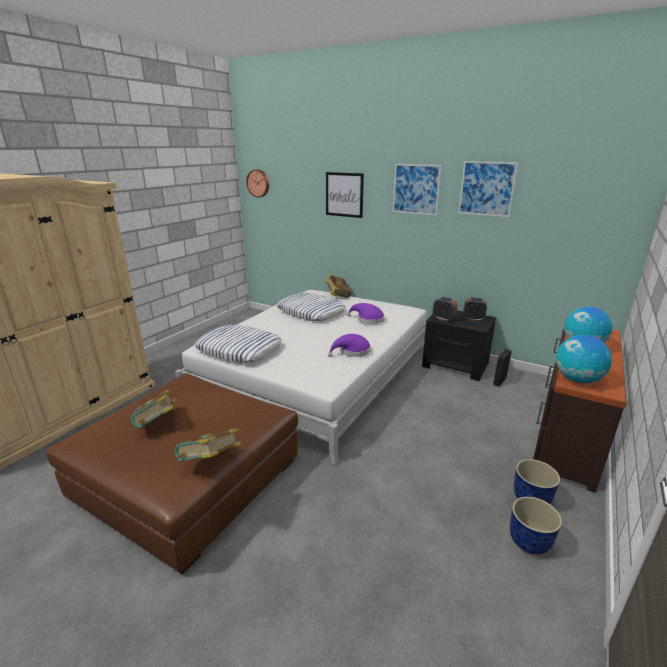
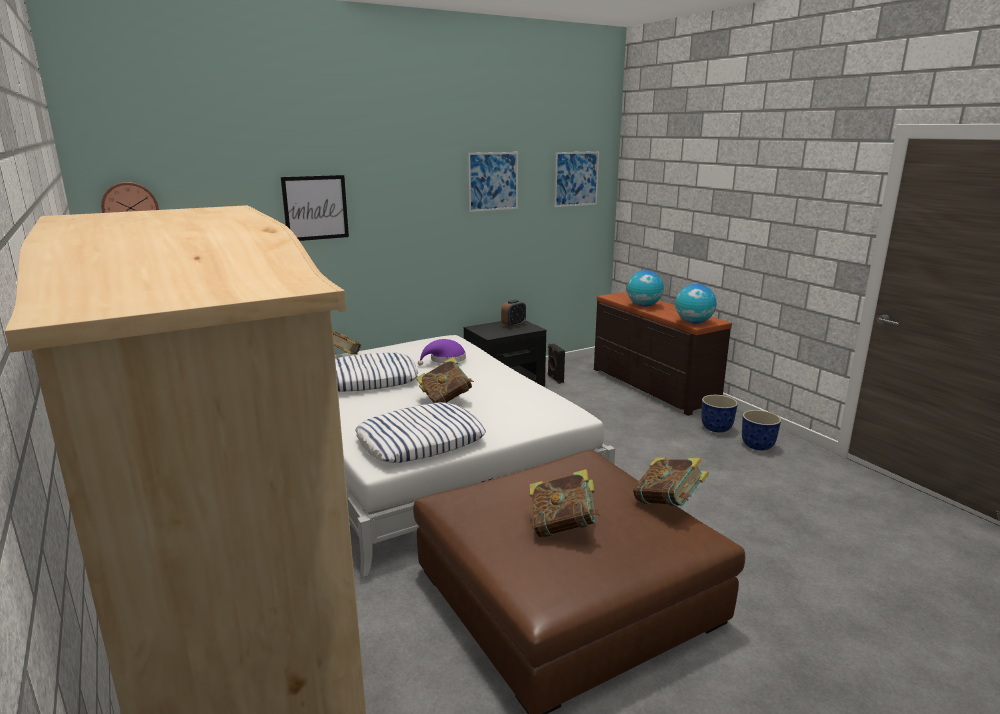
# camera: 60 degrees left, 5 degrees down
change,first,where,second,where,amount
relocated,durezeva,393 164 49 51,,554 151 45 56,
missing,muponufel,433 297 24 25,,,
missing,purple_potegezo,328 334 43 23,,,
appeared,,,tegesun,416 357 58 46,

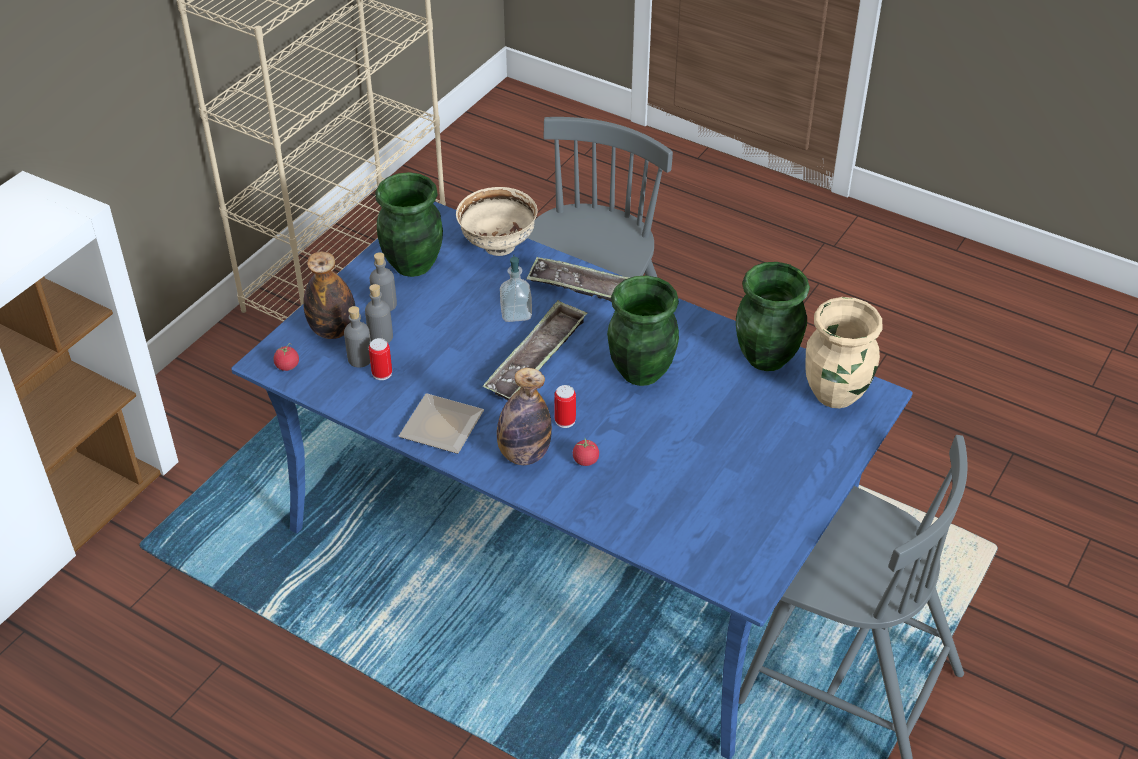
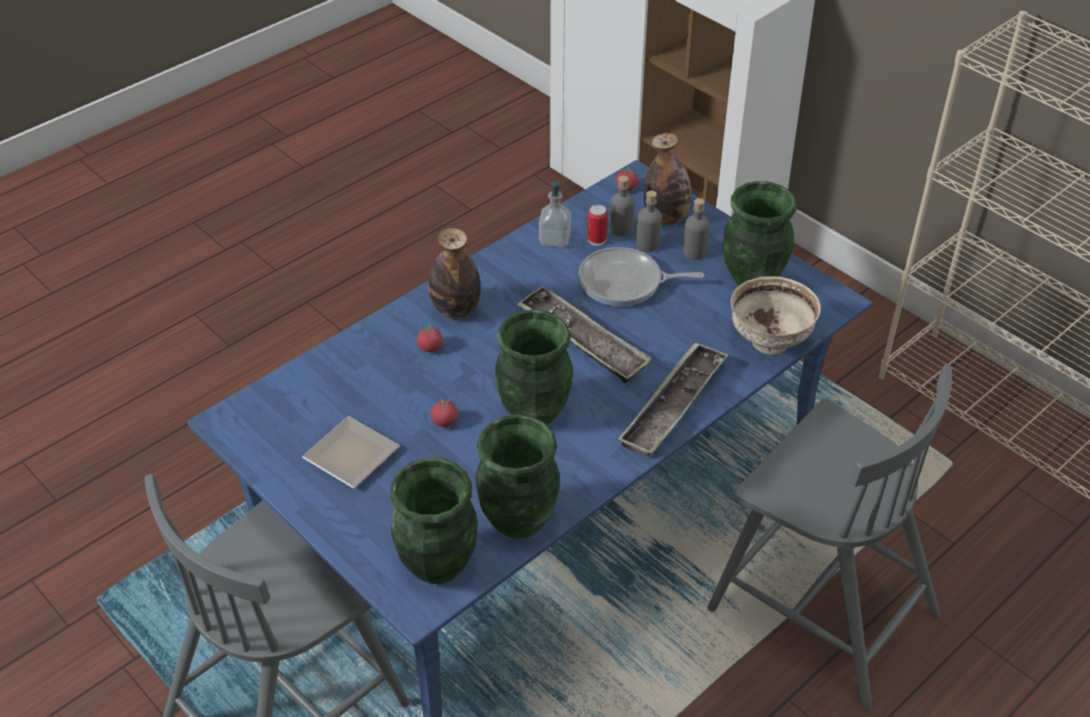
# camera: 105 degrees right, 0 degrees up
change,first,where,second,where,amount
relocated,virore,500 255 32 67,,539 181 32 66,
colour,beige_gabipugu,805 297 78 112,green_gabipugu,390 458 87 126,
missing,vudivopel,554 385 22 43,,,
relocated,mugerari,399 393 85 61,,302 416 98 72,
appeared,,,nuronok,579 247 125 59,
appeared,,,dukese,431 397 27 30,

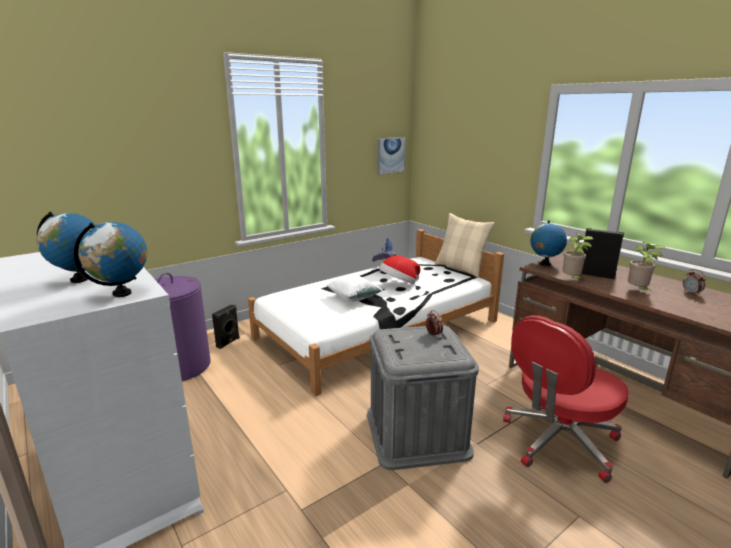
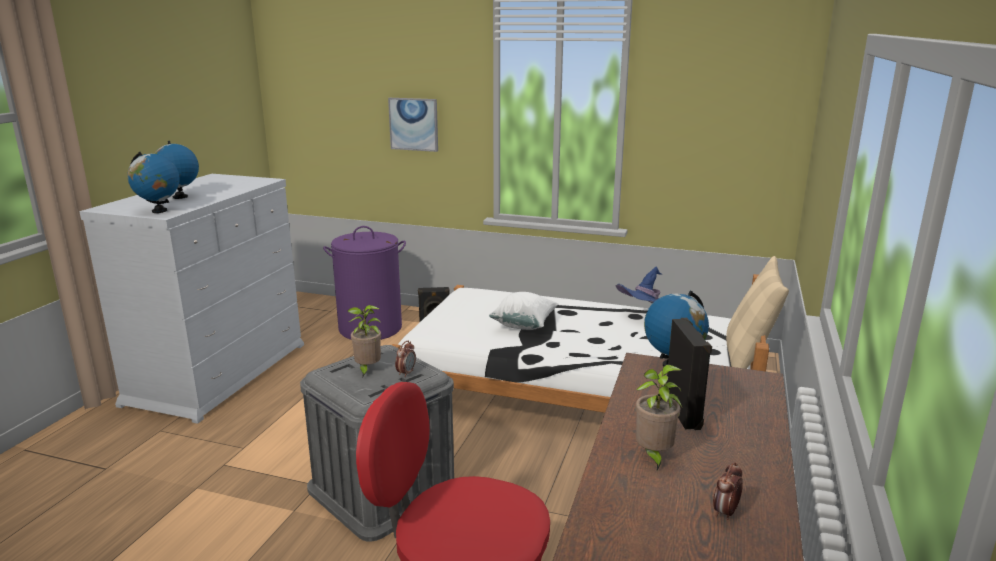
# camera: 55 degrees right, 0 degrees up
change,first,where,second,where,amount
relocated,durezeva,377 137 29 38,,388 98 50 54,
relocated,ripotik,563 234 30 47,,348 305 33 73,
missing,potegezo,379 256 41 28,,,

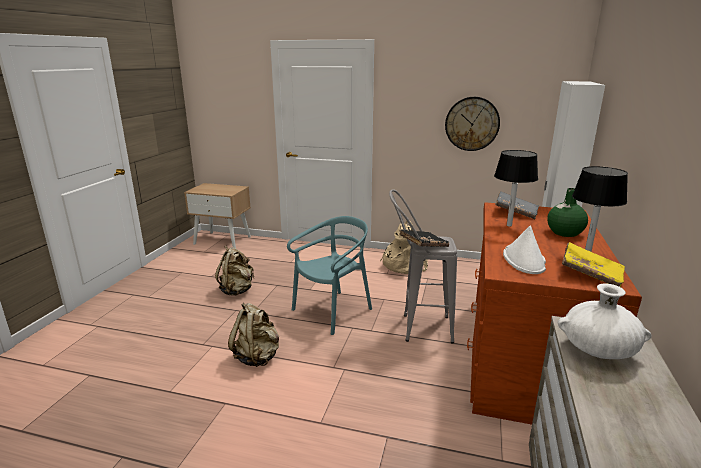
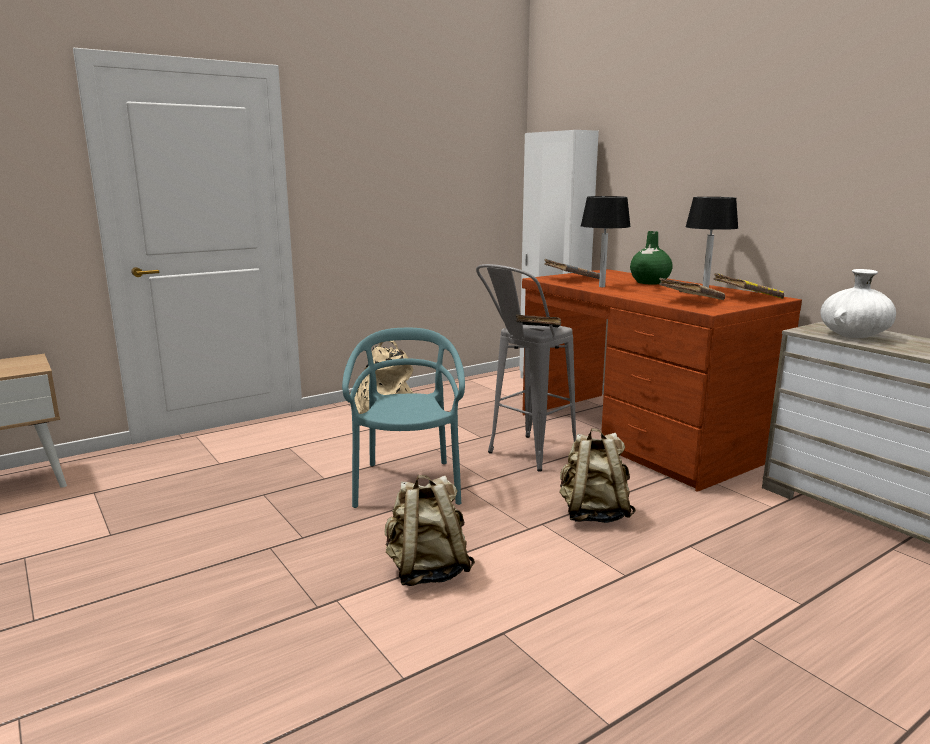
# camera: 50 degrees left, 5 degrees down
change,first,where,second,where,amount
missing,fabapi,445 97 55 54,,,
exchanged,white_potegezo,503 225 43 49,beige_tegesun,659 278 66 22,
relocated,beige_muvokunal,215 246 39 50,,559 428 77 95,

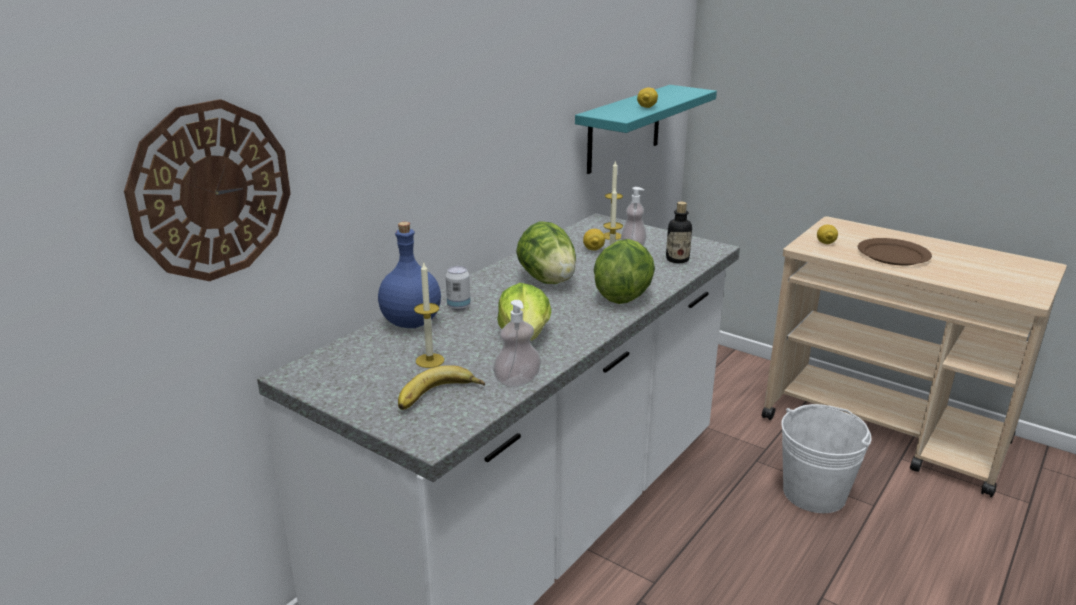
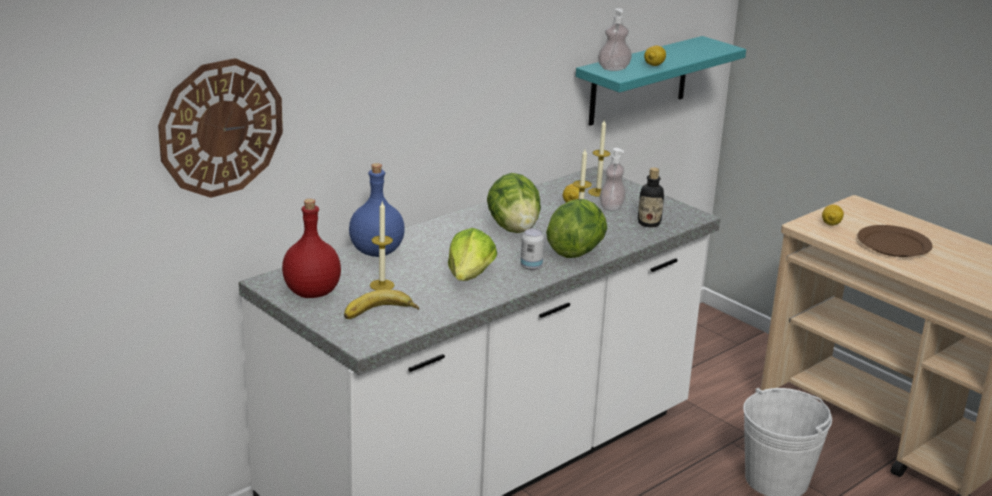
# camera: 10 degrees right, 0 degrees up
change,first,where,second,where,amount
relocated,vudivopel,446 266 25 44,,521 228 23 42,
relocated,virore,493 300 48 87,,598 8 34 63,
appeared,,,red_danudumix,282 199 59 99,

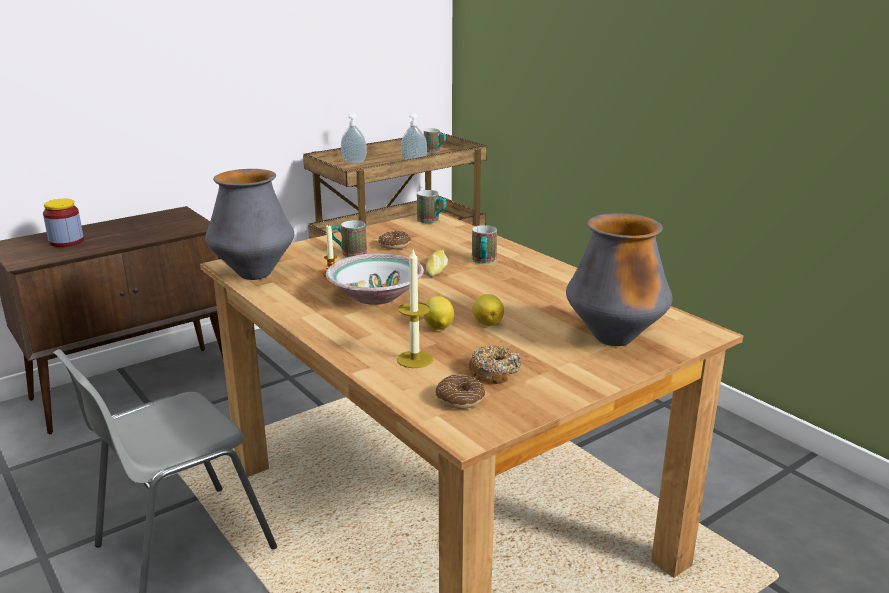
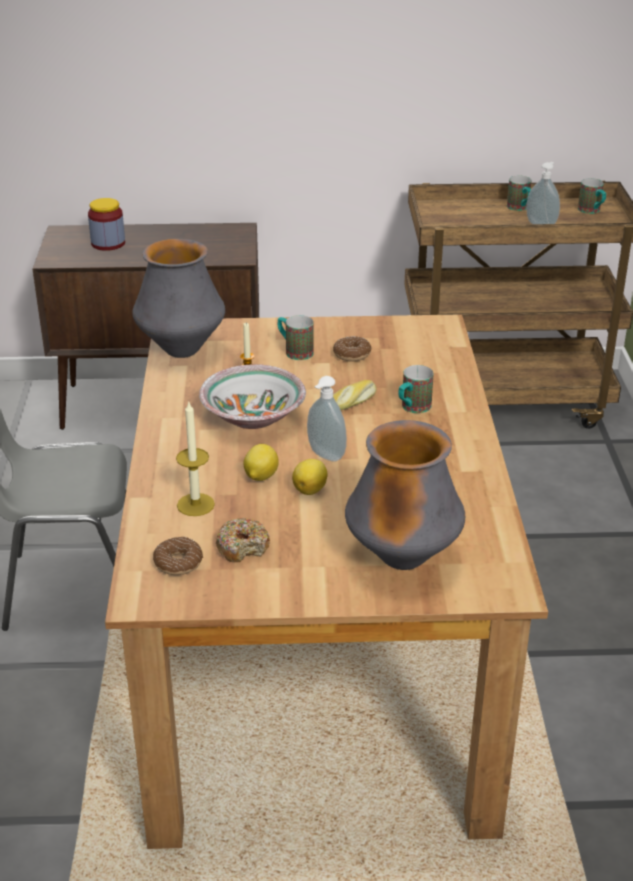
# camera: 35 degrees right, 10 degrees up
change,first,where,second,where,amount
relocated,virore,341 113 26 50,,307 376 40 86,
relocated,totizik,417 190 29 33,,507 176 24 35,

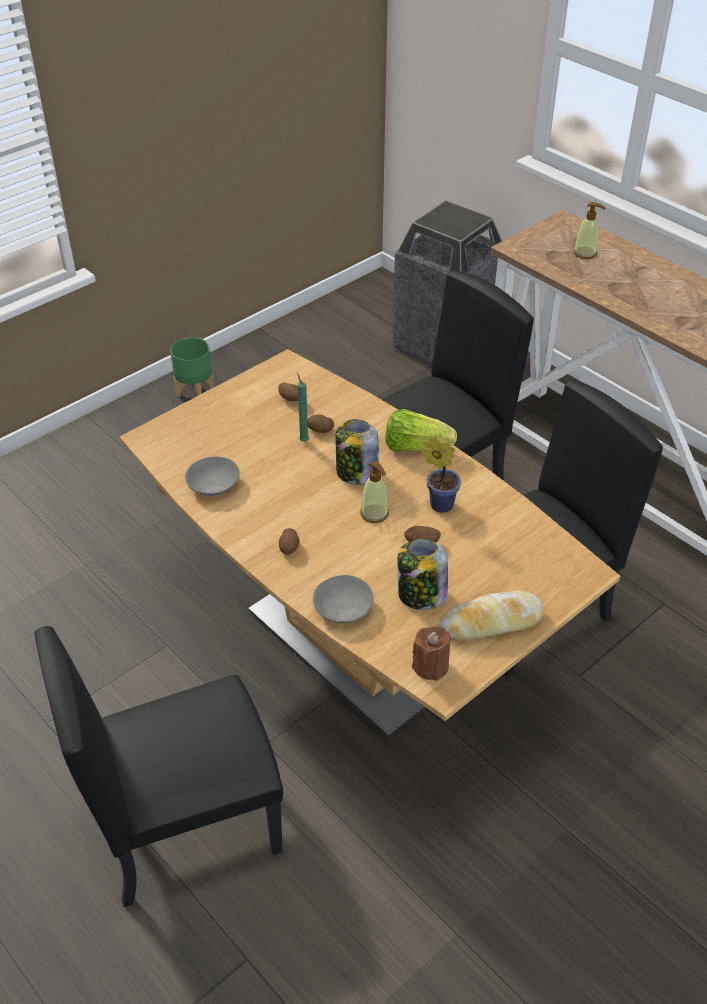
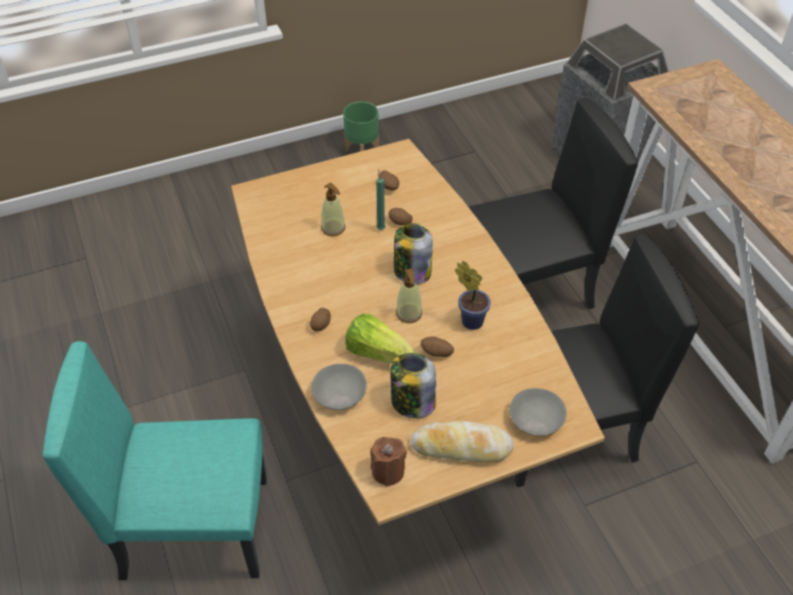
# camera: 20 degrees right, 5 degrees up
change,first,where,second,where,amount
relocated,virore,573 202 32 57,,321 183 25 53,
relocated,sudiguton,386 409 71 43,,345 314 71 49,
relocated,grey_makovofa,185 457 55 39,,510 388 57 48,
colour,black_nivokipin,34 626 249 281,turquoise_nivokipin,43 341 224 239,

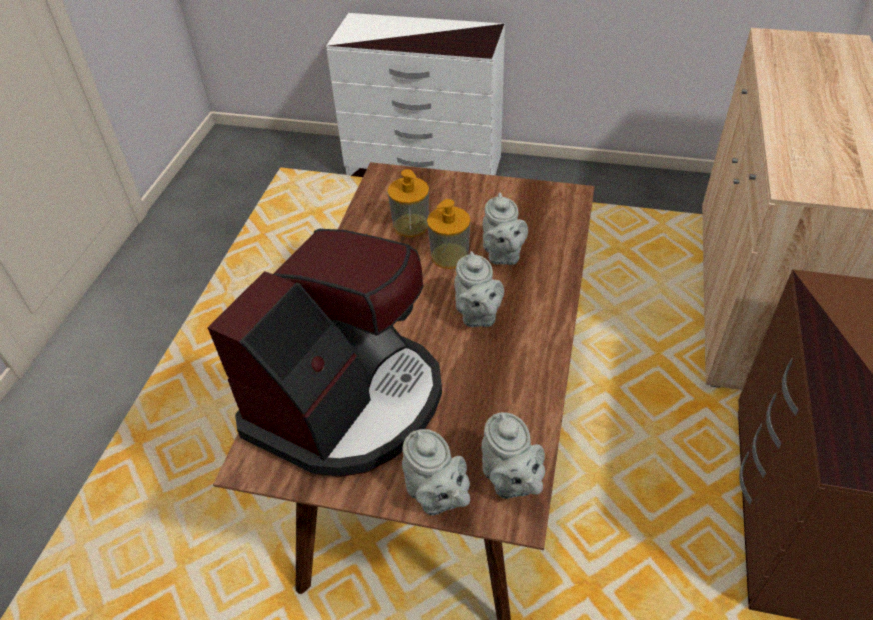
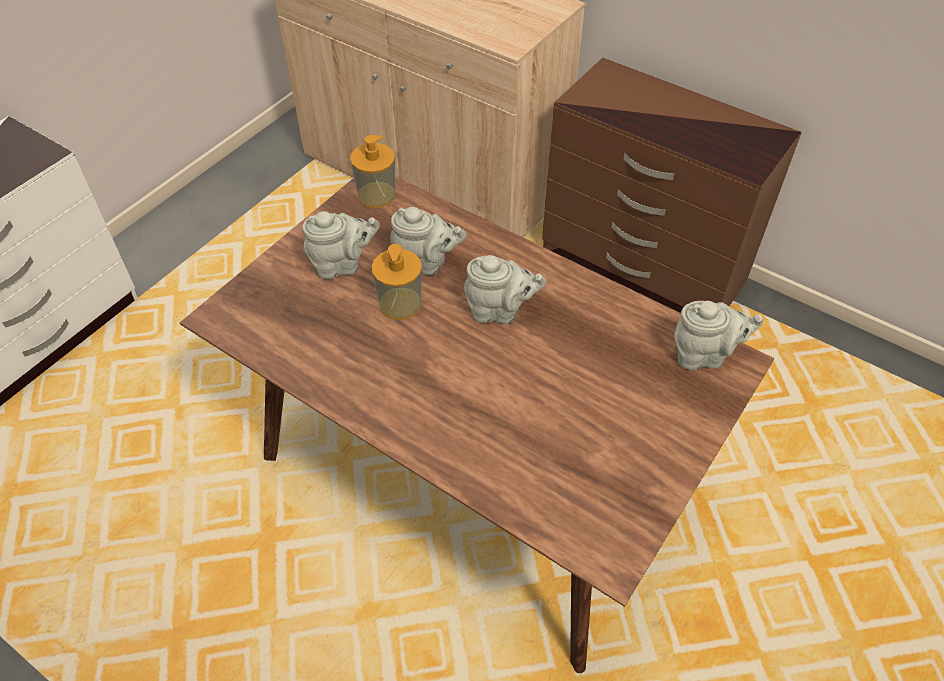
# camera: 70 degrees left, 5 degrees up
change,first,where,second,where,amount
relocated,virore,388 169 41 68,,350 135 46 73,
missing,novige,208 229 234 248,,,
relocated,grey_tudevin,402 429 68 87,,302 211 78 68,

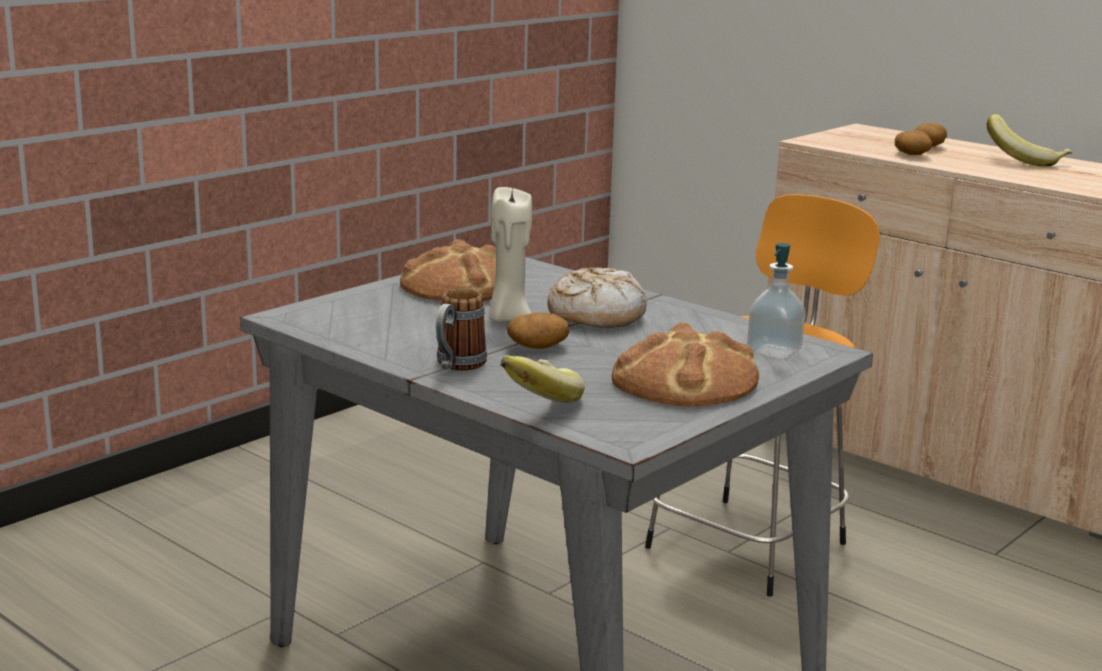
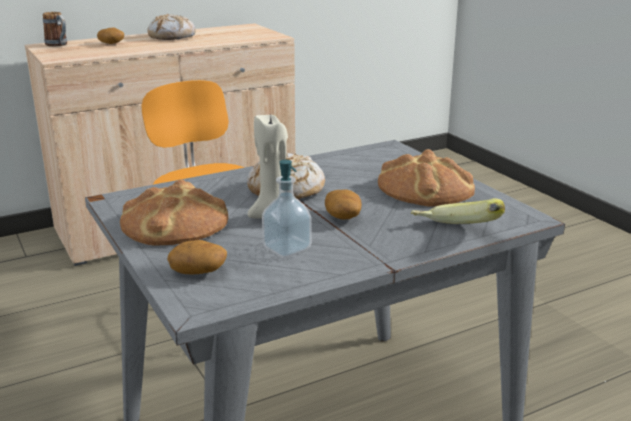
# camera: 70 degrees left, 5 degrees up
change,first,where,second,where,amount
exchanged,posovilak,986 114 86 53,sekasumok,147 14 49 26,
relocated,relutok,895 130 37 25,,167 240 60 34,
relocated,virore,747 243 58 117,,262 160 50 98,
relocated,totizik,436 289 51 81,,43 12 24 35,

